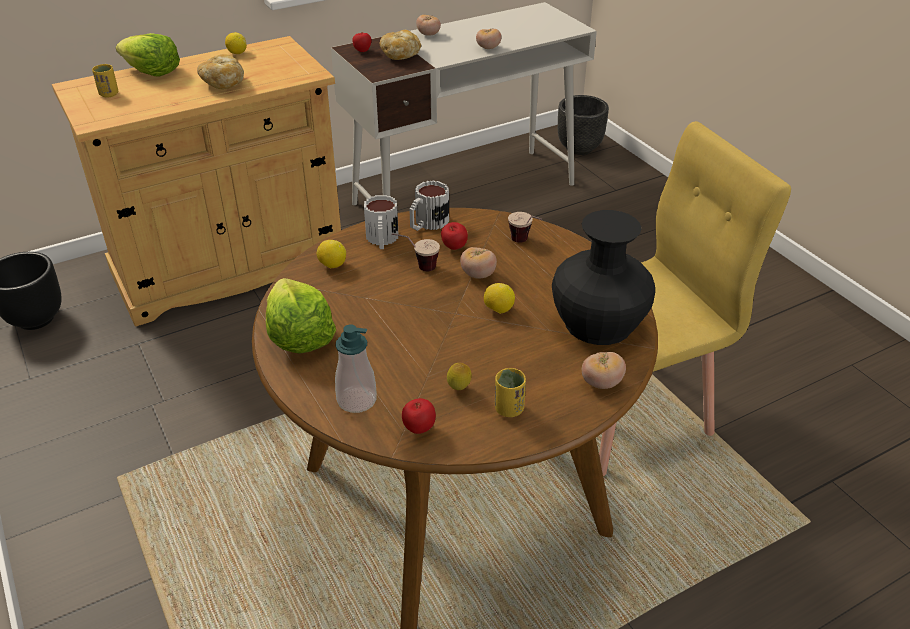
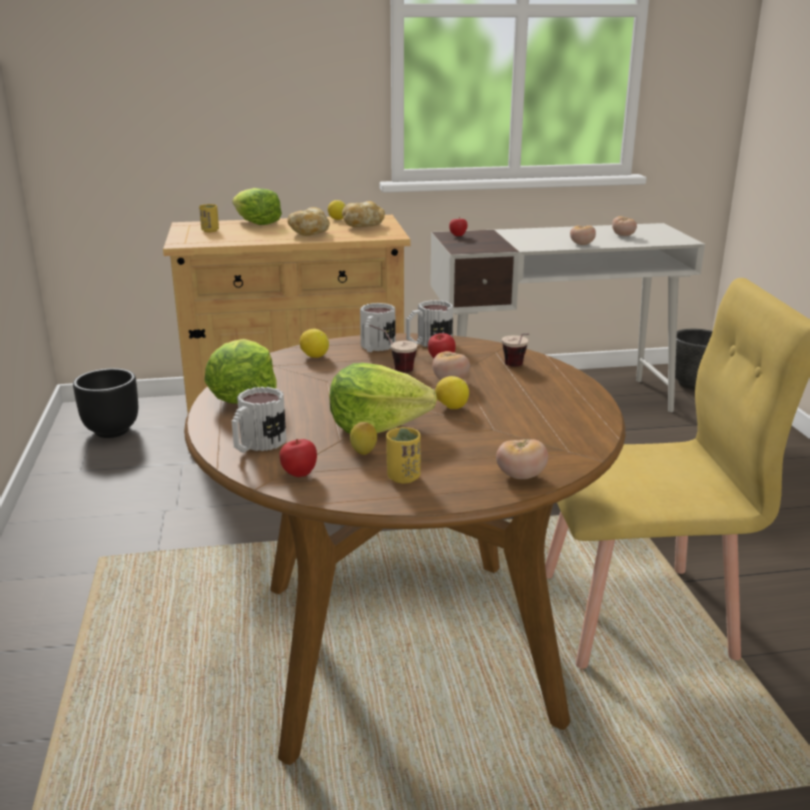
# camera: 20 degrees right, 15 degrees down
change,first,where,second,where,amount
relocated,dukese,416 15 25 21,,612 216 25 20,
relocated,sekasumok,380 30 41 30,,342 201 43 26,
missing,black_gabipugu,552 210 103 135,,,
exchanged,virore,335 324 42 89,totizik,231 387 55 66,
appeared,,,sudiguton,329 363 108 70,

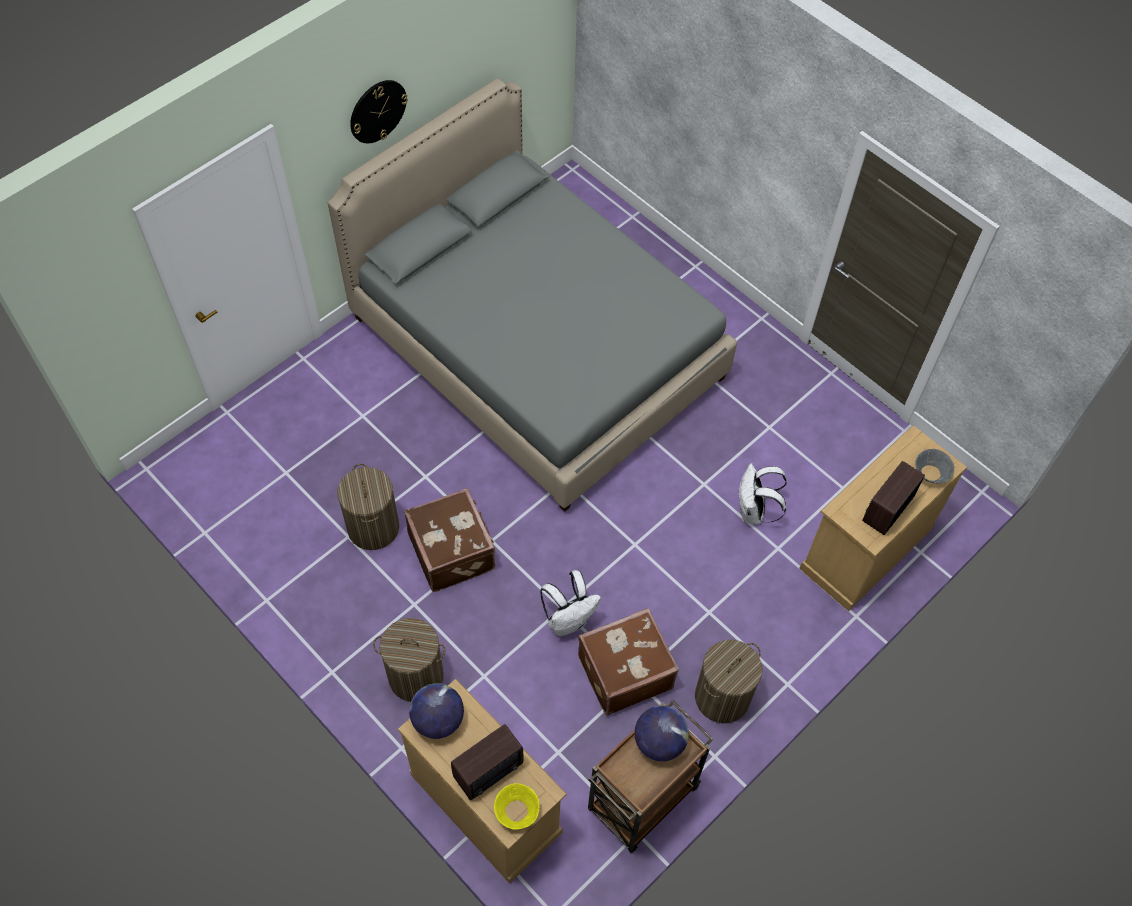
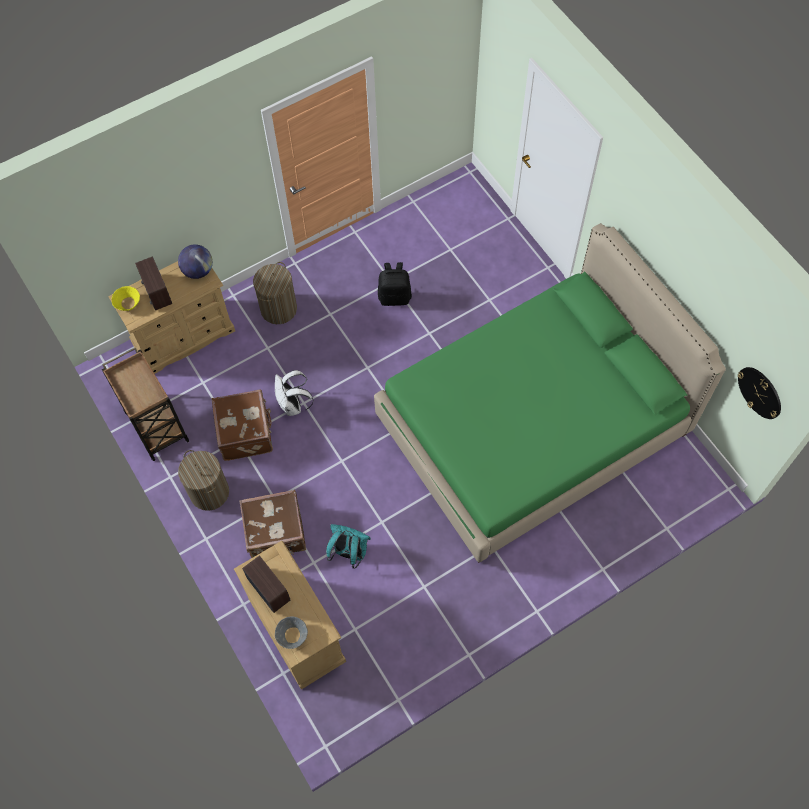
# camera: 105 degrees right, 5 degrees up
change,first,where,second,where,amount
colour,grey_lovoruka,328 78 409 434,green_lovoruka,374 223 352 340,
relocated,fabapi,350 80 58 63,,738 367 43 52,
colour,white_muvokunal,739 463 48 61,turquoise_muvokunal,326 524 45 44,
exchanged,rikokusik,337 464 62 86,black_muvokunal,378 262 34 44,
relocated,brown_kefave,404 488 91 104,,239 490 67 68,
missing,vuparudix,635 706 54 55,,,

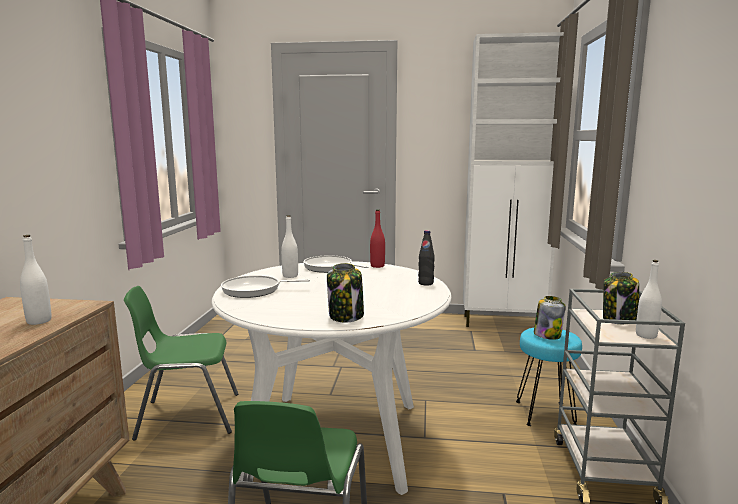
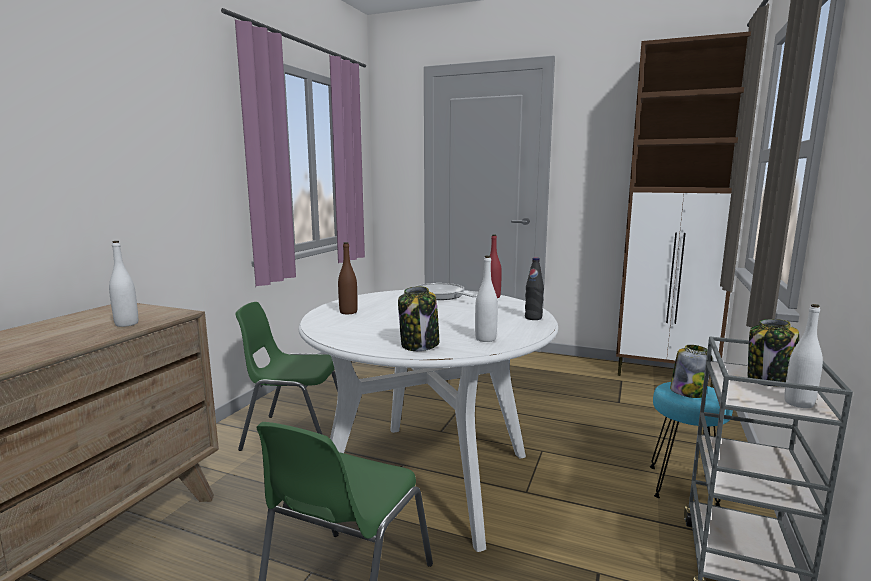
# camera: 15 degrees right, 0 degrees up
change,first,where,second,where,amount
colour,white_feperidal,463 32 101 295,brown_feperidal,616 31 135 357,
relocated,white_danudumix,281 215 17 63,,475 256 23 86,
exchanged,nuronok,221 275 89 23,brown_danudumix,338 242 20 72,

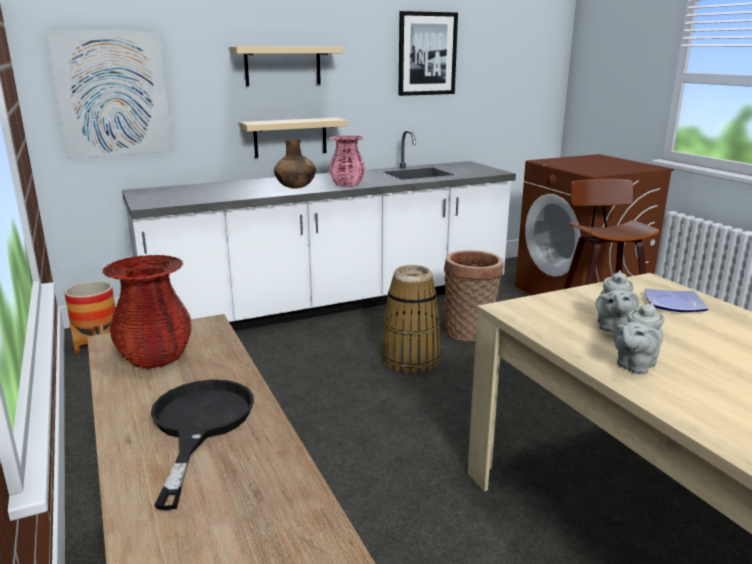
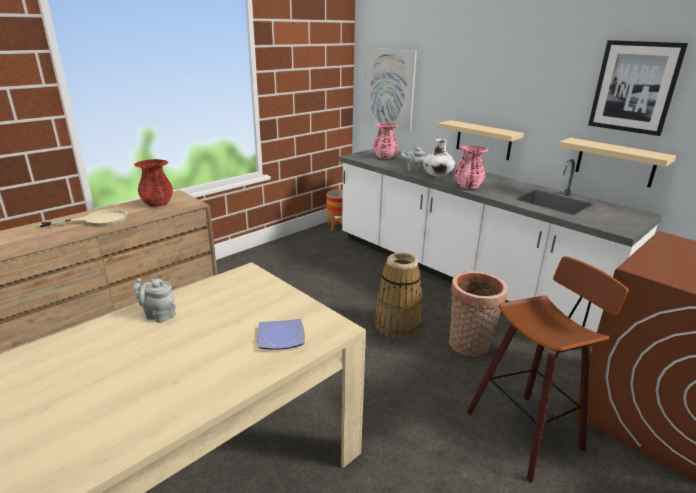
# camera: 70 degrees right, 5 degrees up
change,first,where,second,where,amount
relocated,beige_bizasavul,229 47 114 39,,558 138 118 49,
colour,brown_gabipugu,274 139 42 50,white_gabipugu,423 139 32 38,
relocated,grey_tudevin,596 270 43 63,,401 147 24 24,
colour,black_nuronok,151 379 103 131,beige_nuronok,39 209 89 18,
appeared,,,pink_gabipugu,373 123 26 36,

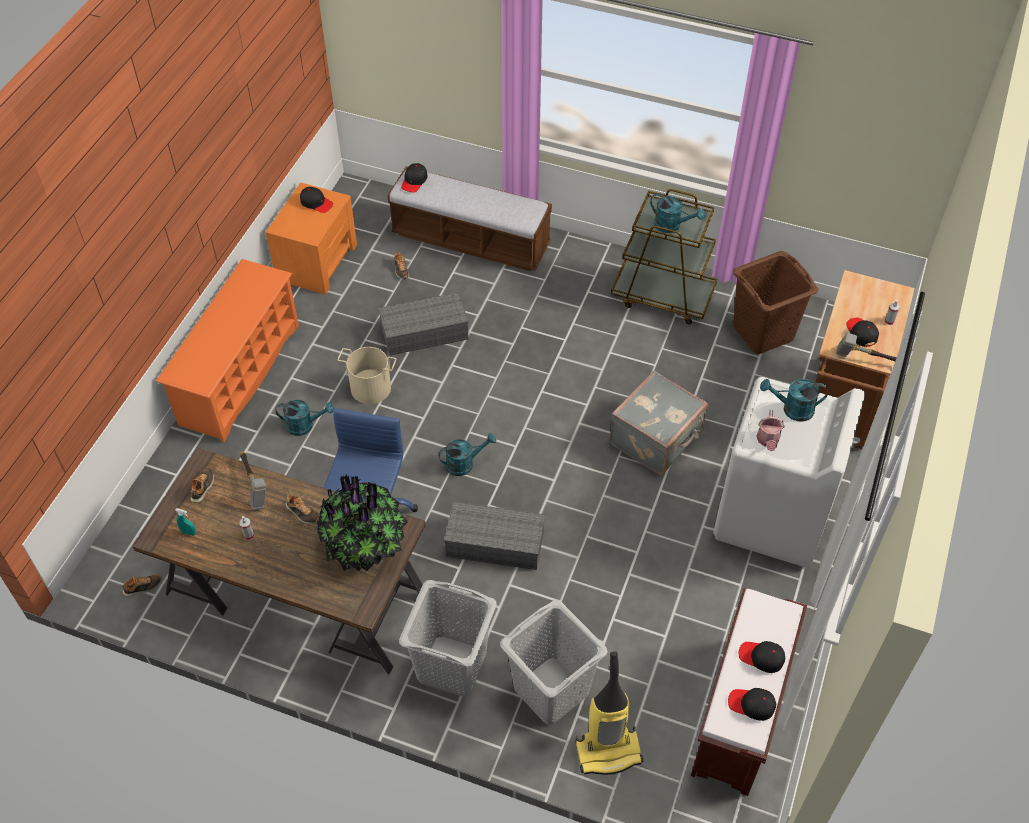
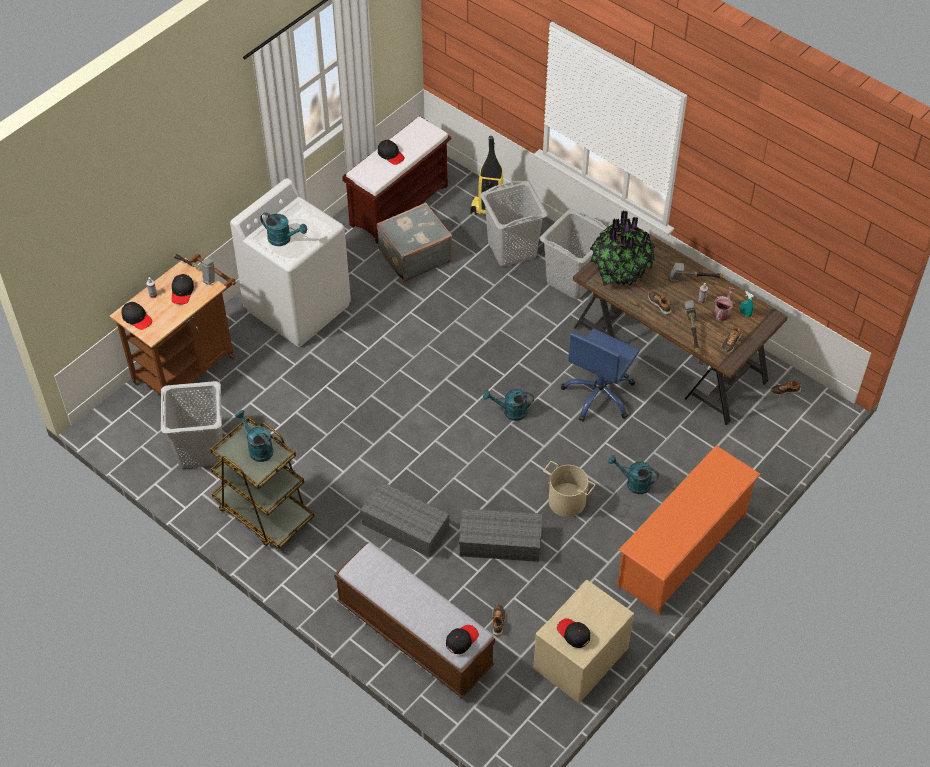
# camera: 160 degrees left, 0 degrees up
change,first,where,second,where,amount
colour,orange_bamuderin,266 182 91 112,beige_bamuderin,533 580 101 123,
colour,brown_rikokusik,733 251 85 103,grey_rikokusik,161 381 62 87,
relocated,grey_kefave,610 371 98 104,,377 202 75 80,
relocated,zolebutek,756 410 28 41,,713 287 23 34,
relocated,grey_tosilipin,444 501 101 69,,360 481 90 77,
relocated,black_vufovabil,728 688 48 33,,121 302 31 28,
appeared,,,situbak,669 263 54 19,

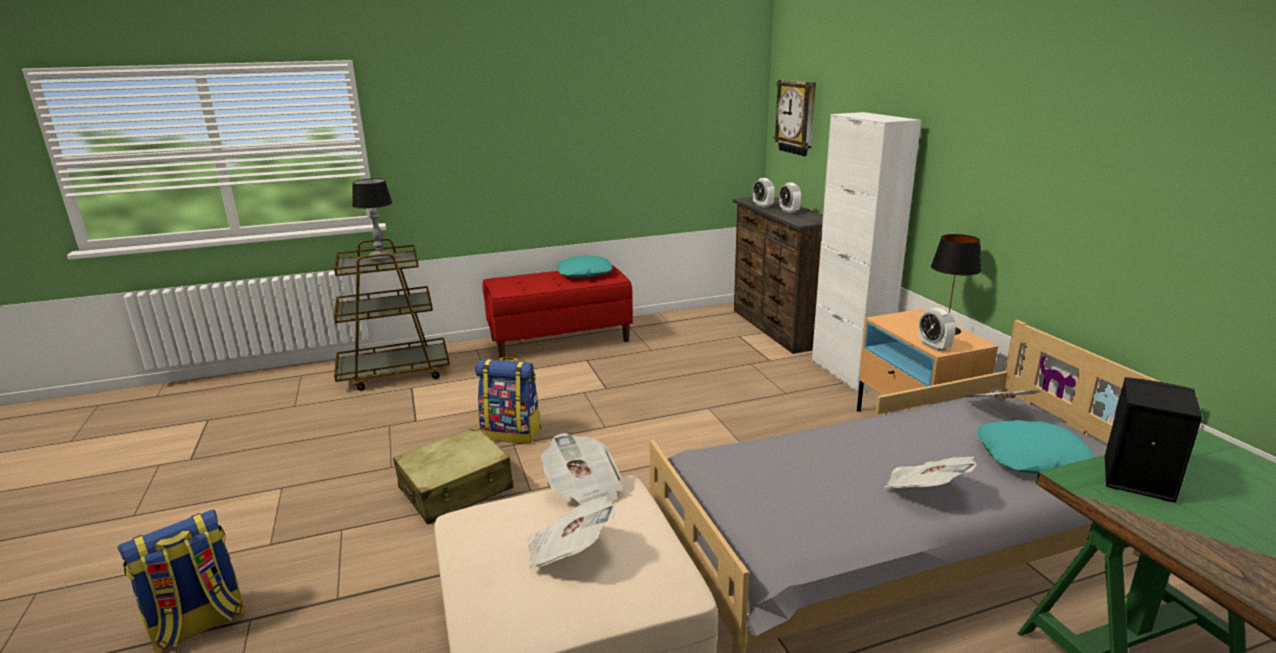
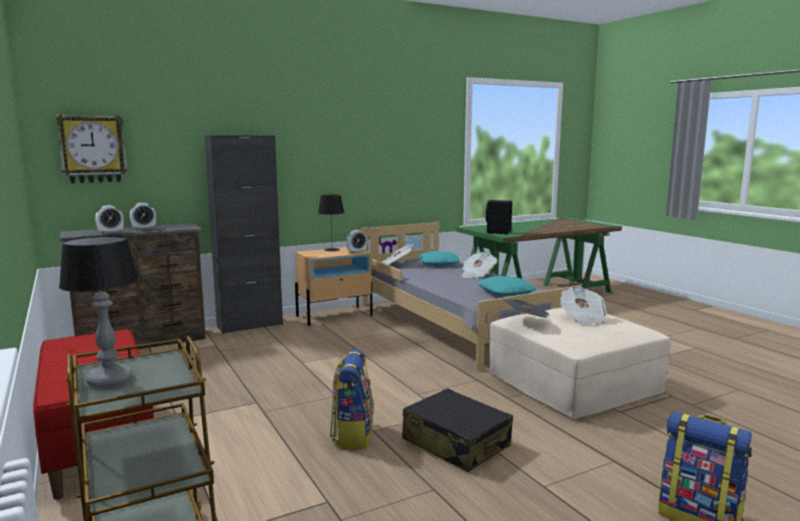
# camera: 100 degrees left, 10 degrees down
change,first,where,second,where,amount
colour,white_feperidal,812 112 109 281,black_feperidal,204 135 79 199,
relocated,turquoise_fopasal,557 256 55 22,,478 276 58 20,
colour,beige_kefave,393 426 121 98,black_kefave,402 388 111 84,

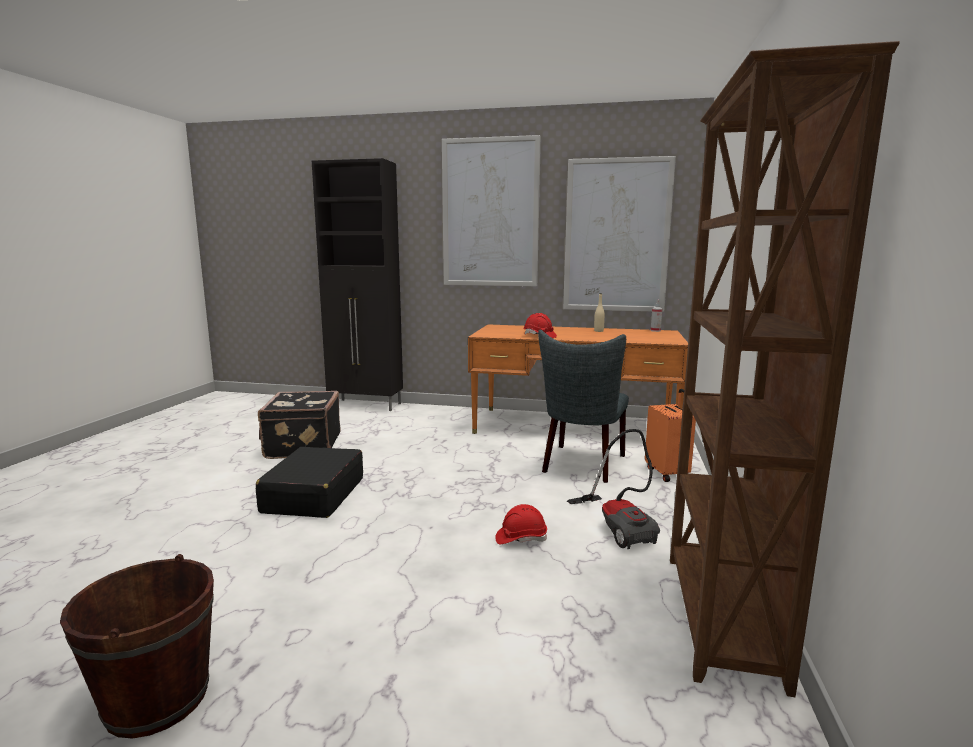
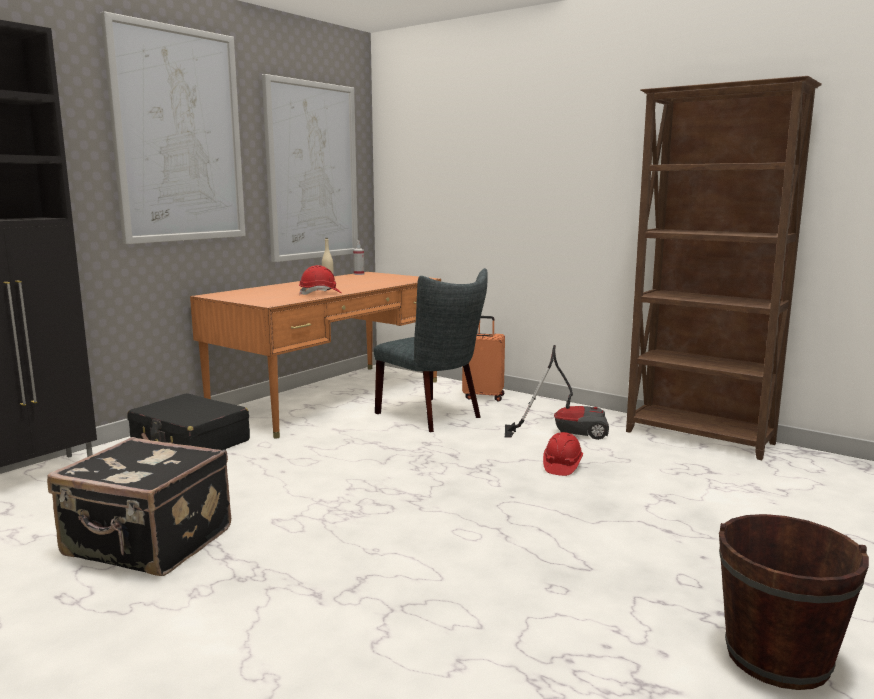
# camera: 65 degrees left, 0 degrees up
change,first,where,second,where,amount
relocated,black_kefave,256 447 107 71,,127 393 123 57,

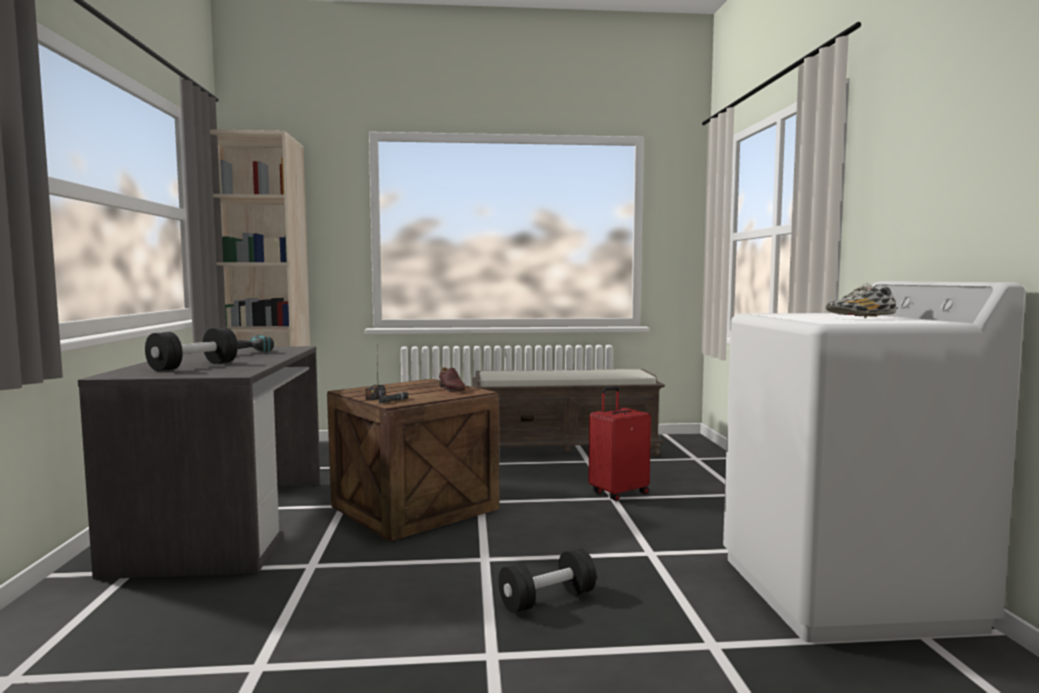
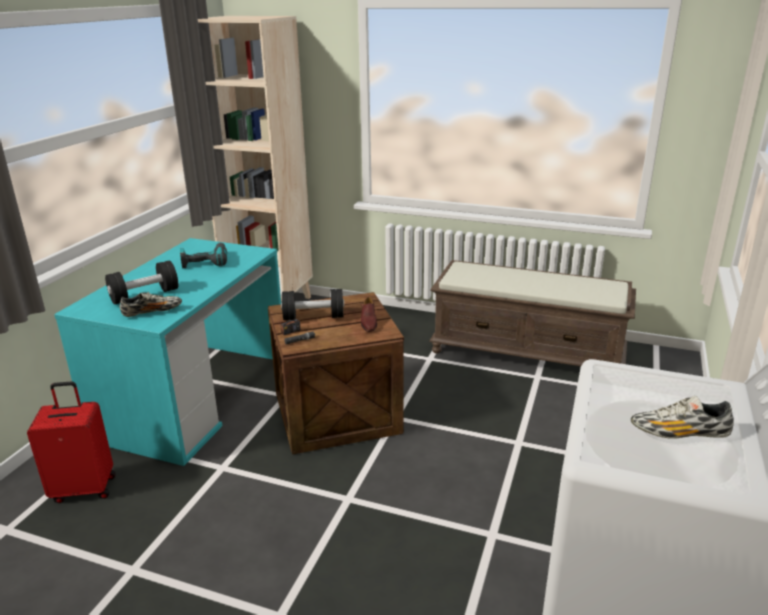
# camera: 25 degrees right, 20 degrees up
change,first,where,second,where,amount
colour,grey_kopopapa,78 346 242 233,turquoise_kopopapa,54 238 227 228,
relocated,red_kefave,588 386 63 115,,27 381 89 122,
relocated,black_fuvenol,498 548 99 65,,281 289 63 31,
appeared,,,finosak,120 292 62 25,

